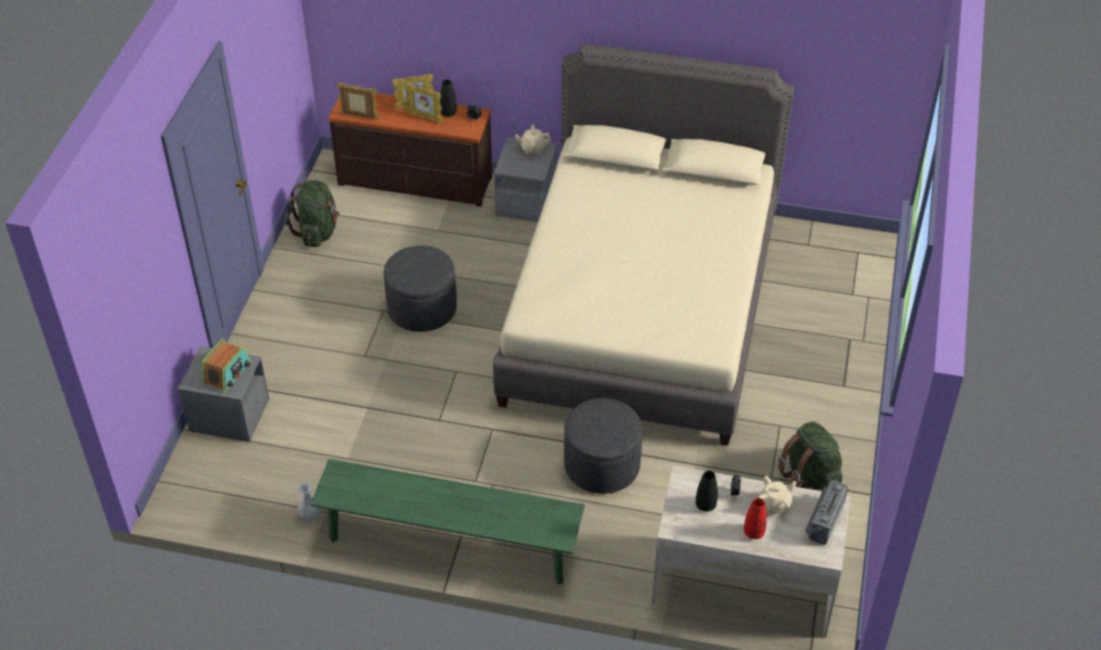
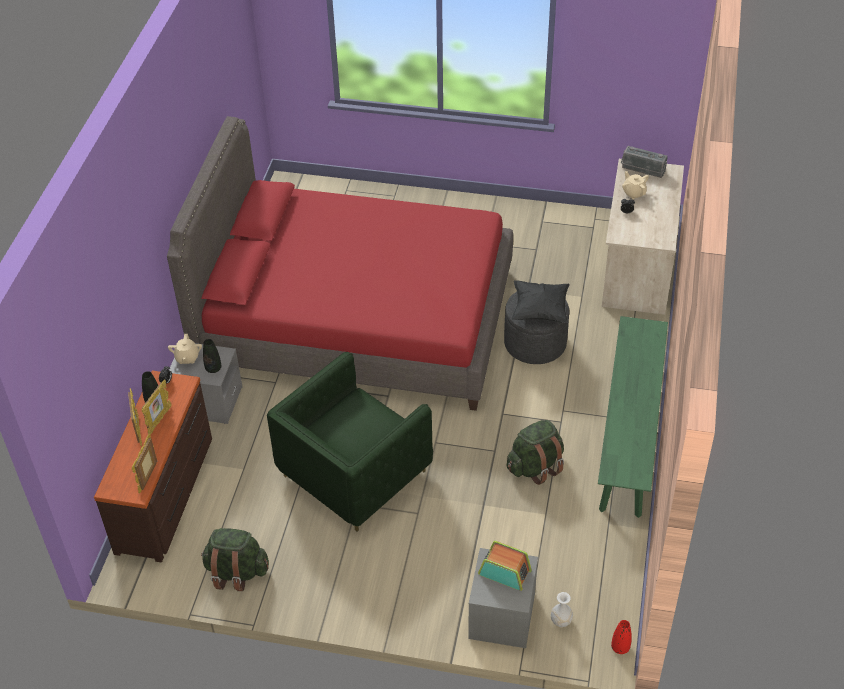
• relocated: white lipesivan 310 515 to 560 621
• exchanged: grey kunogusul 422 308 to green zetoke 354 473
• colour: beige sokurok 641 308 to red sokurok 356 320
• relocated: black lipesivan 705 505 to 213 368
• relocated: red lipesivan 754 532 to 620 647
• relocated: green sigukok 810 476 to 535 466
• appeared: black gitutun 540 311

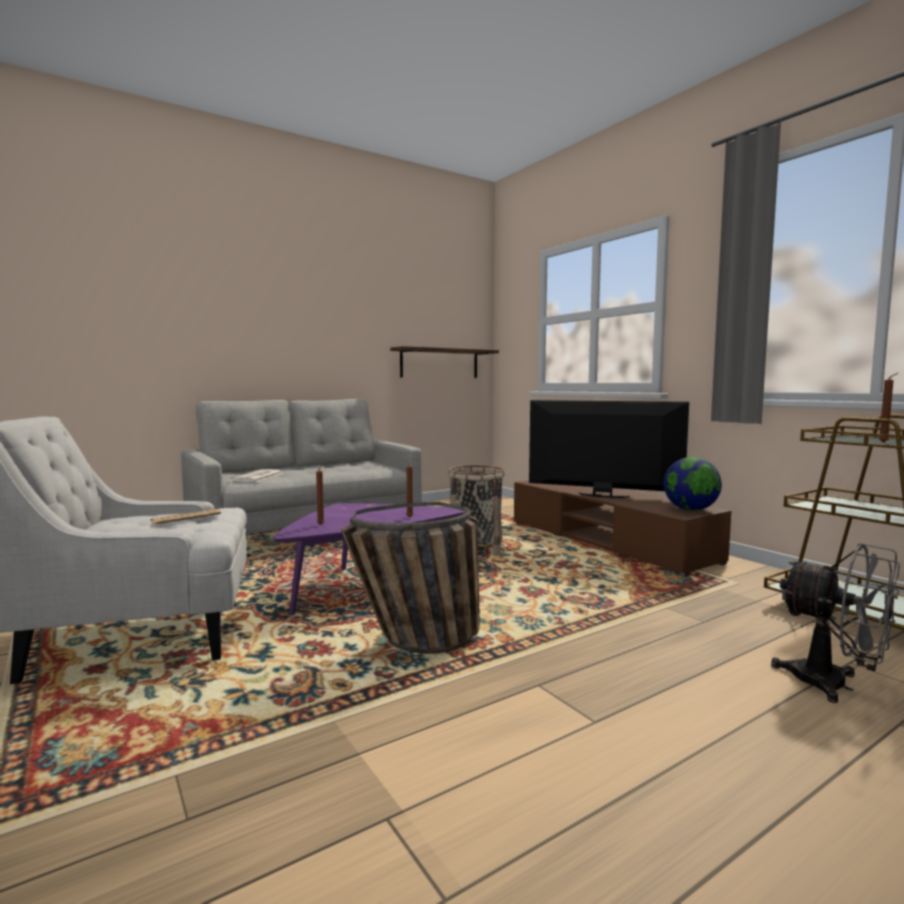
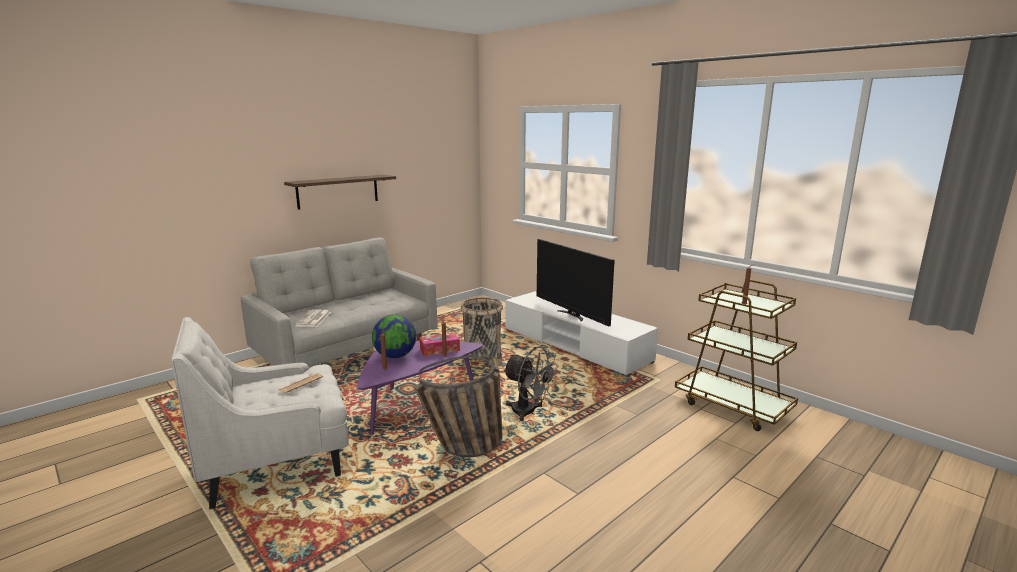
• relocated: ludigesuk 439 363 to 338 191
• colour: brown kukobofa 607 541 to white kukobofa 575 345
• spun: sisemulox 602 496 = 572 315 135 degrees counterclockwise
• relocated: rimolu 690 510 to 395 356
• relocated: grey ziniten 834 685 to 528 412
• appeared: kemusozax 439 349

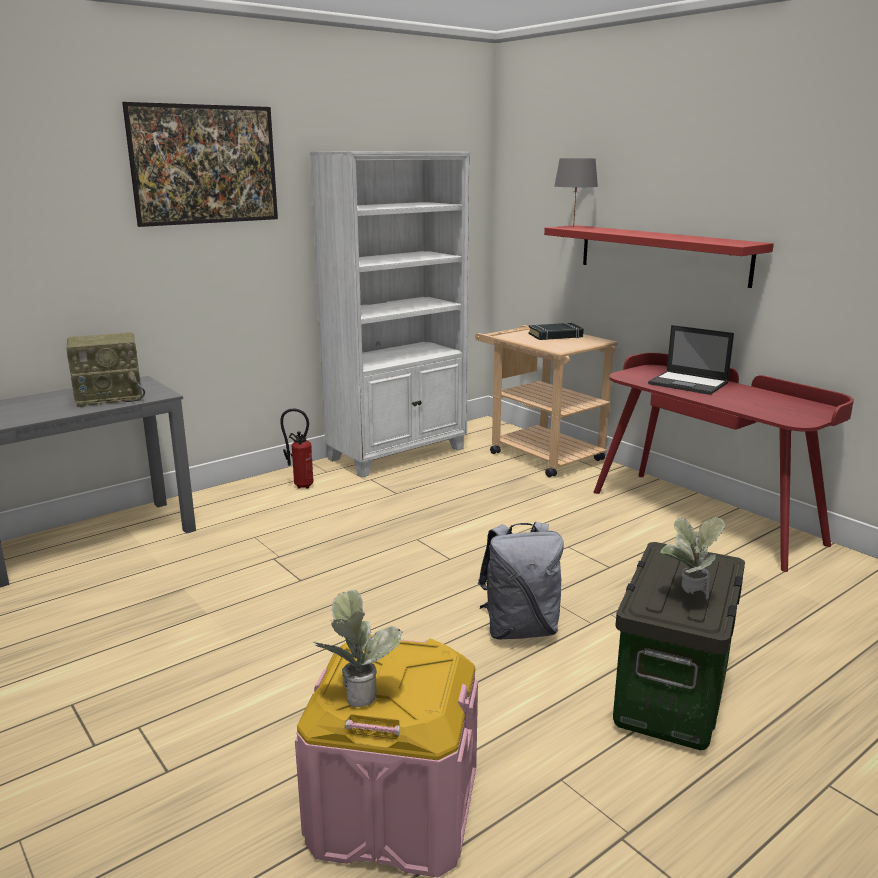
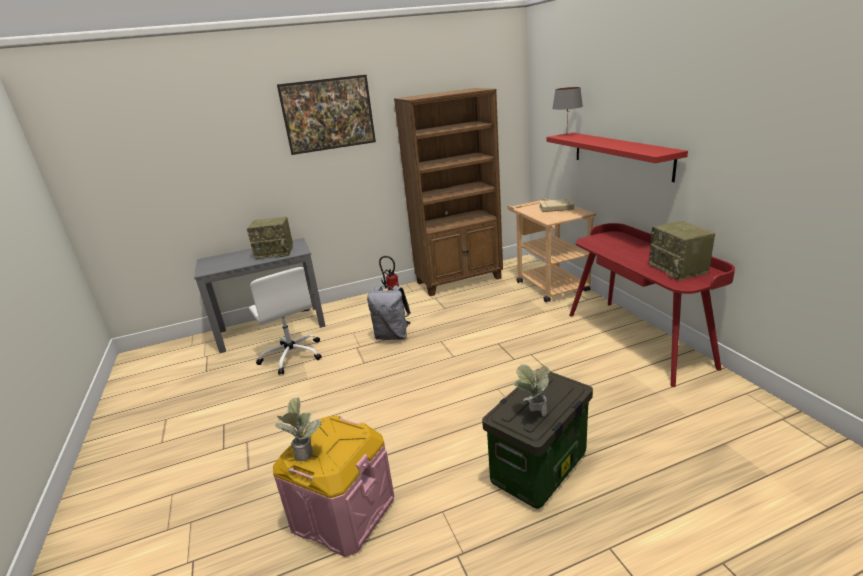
• colour: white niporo 398 454 to brown niporo 460 280
• relocated: grey sigukok 520 629 to 392 336
• colour: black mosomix 555 336 to beige mosomix 556 208
• missing: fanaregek 689 383
• appeared: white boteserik 292 355
• appeared: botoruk 679 269

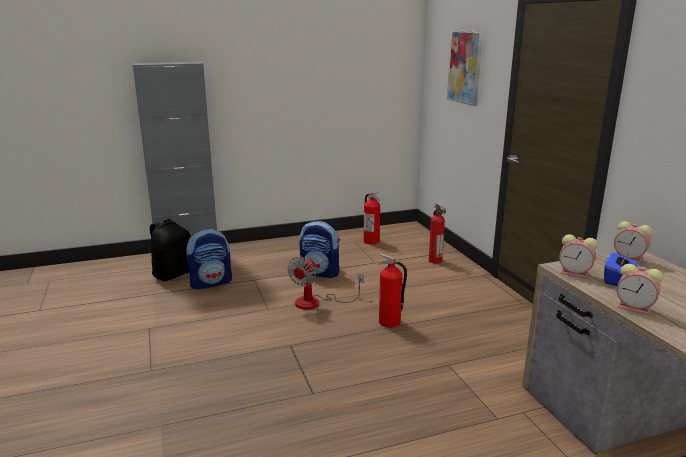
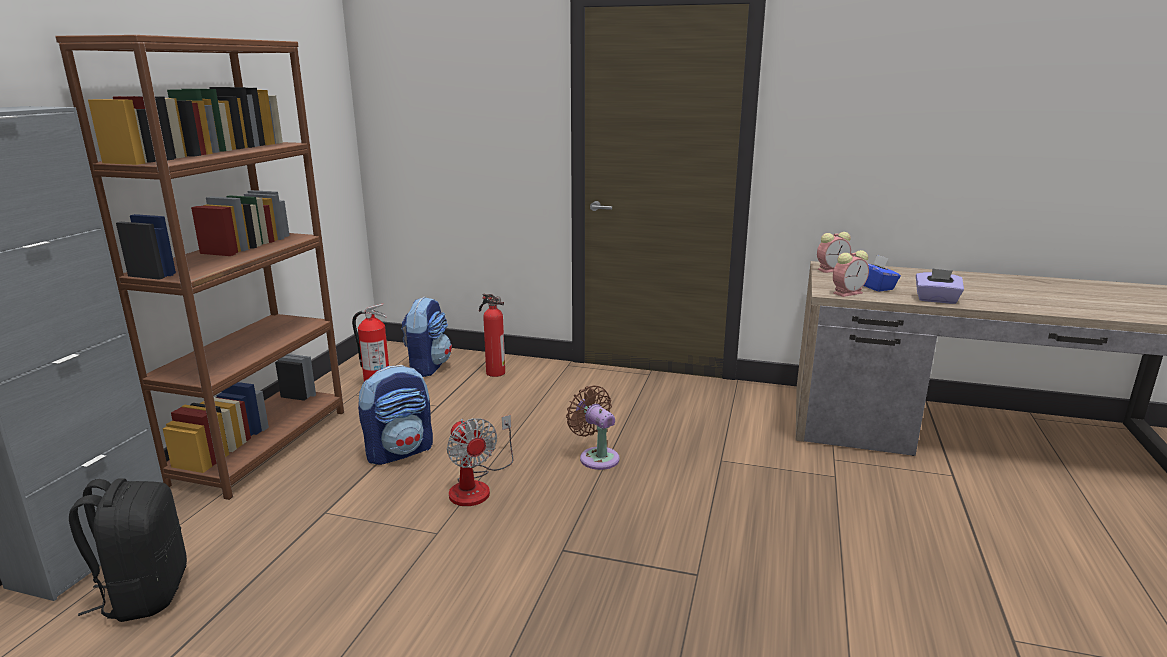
• relocated: sigukok 211 283 to 427 367
• exchanged: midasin 390 322 to brown ziniten 596 457
• missing: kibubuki 465 67
• exchanged: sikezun 635 308 to purple kemusozax 936 300
• appeared: brown niporo 262 445

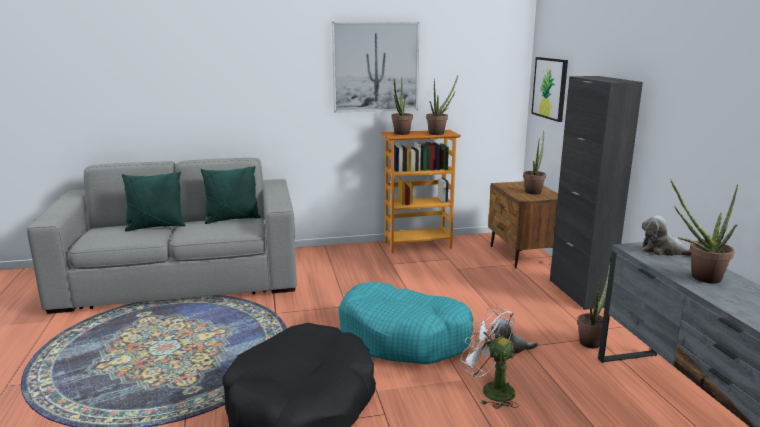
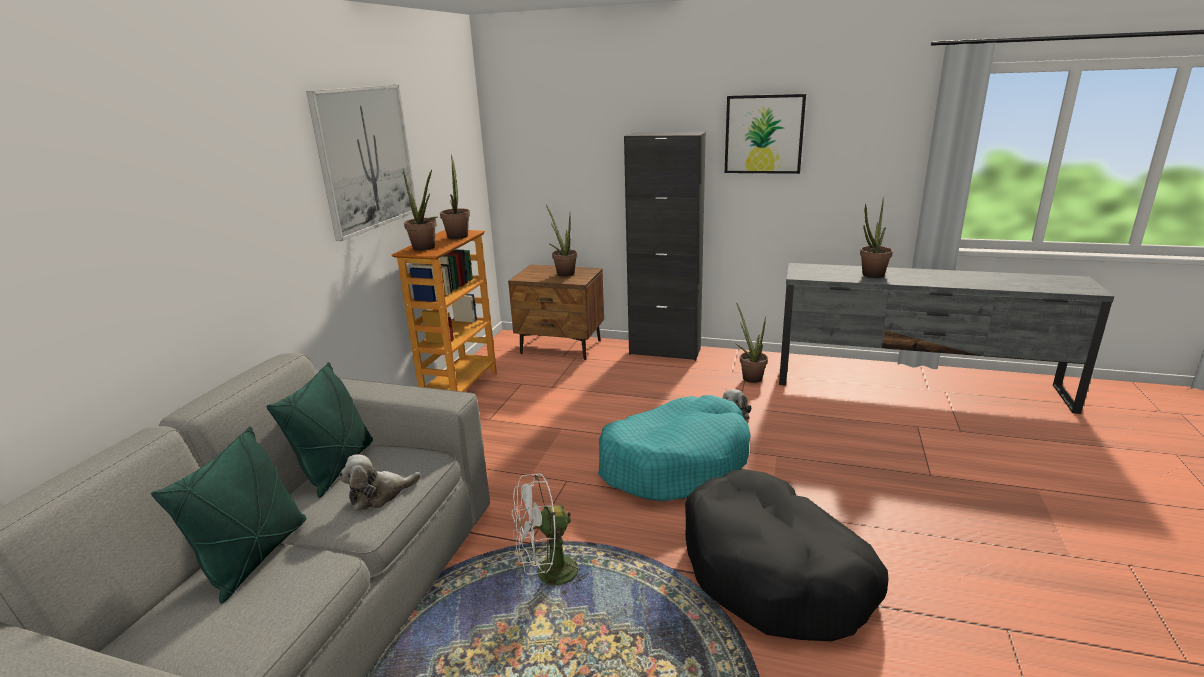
• relocated: white ziniten 490 390 to 548 575
• relocated: kibubuki 550 88 to 764 134
• relocated: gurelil 663 251 to 379 495

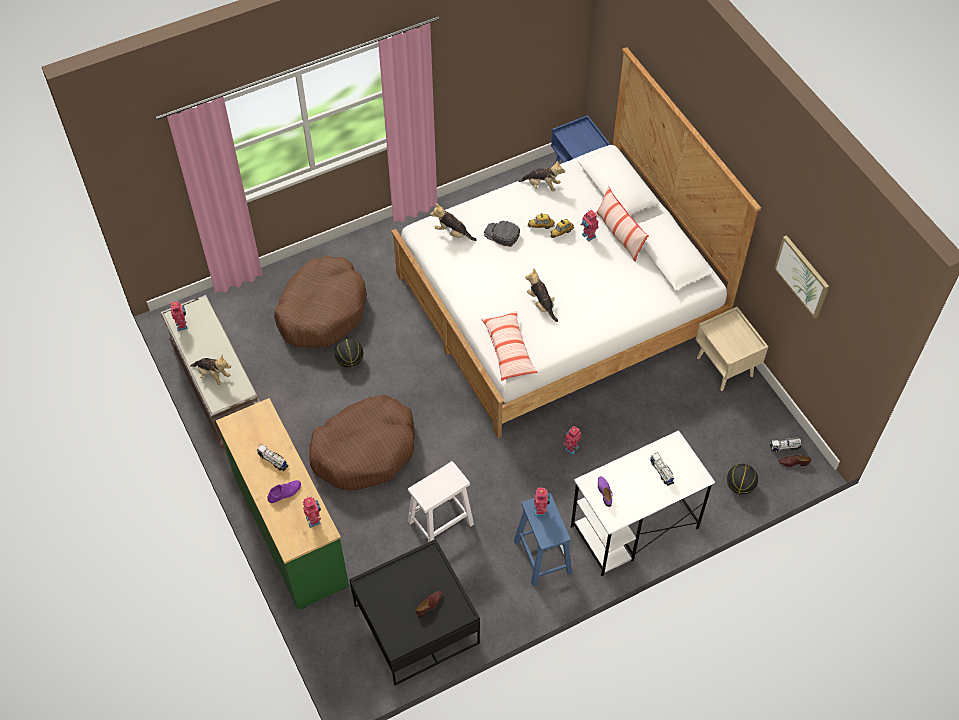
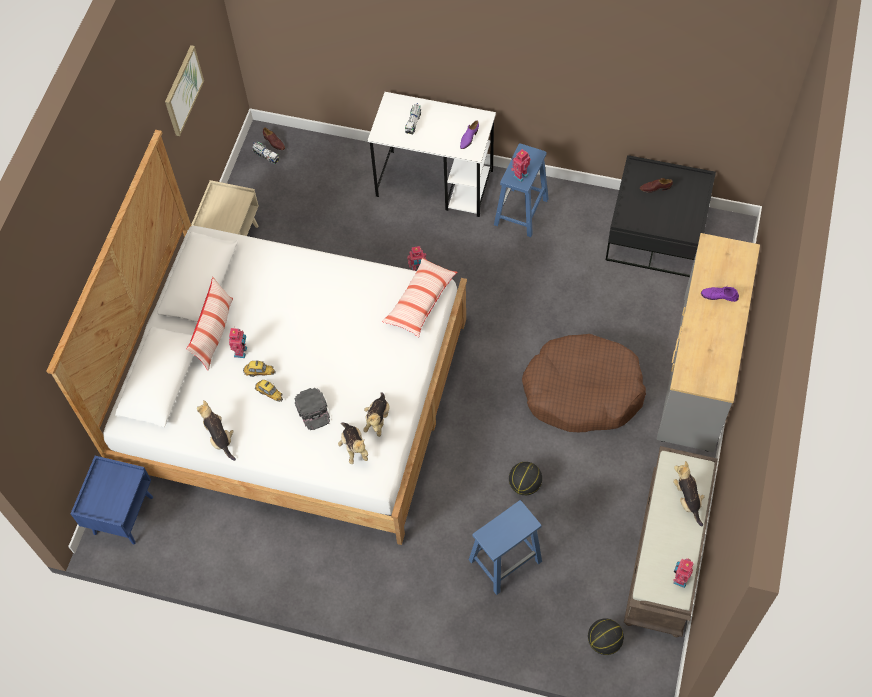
• colour: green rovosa 289 530 to grey rovosa 699 371
• missing: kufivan 273 460
• exchanged: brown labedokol 322 310 to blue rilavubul 506 560
• missing: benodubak 314 520
• missing: white rilavubul 440 523
• relocated: gurelil 541 304 to 377 419
• relocated: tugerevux 739 486 to 604 641

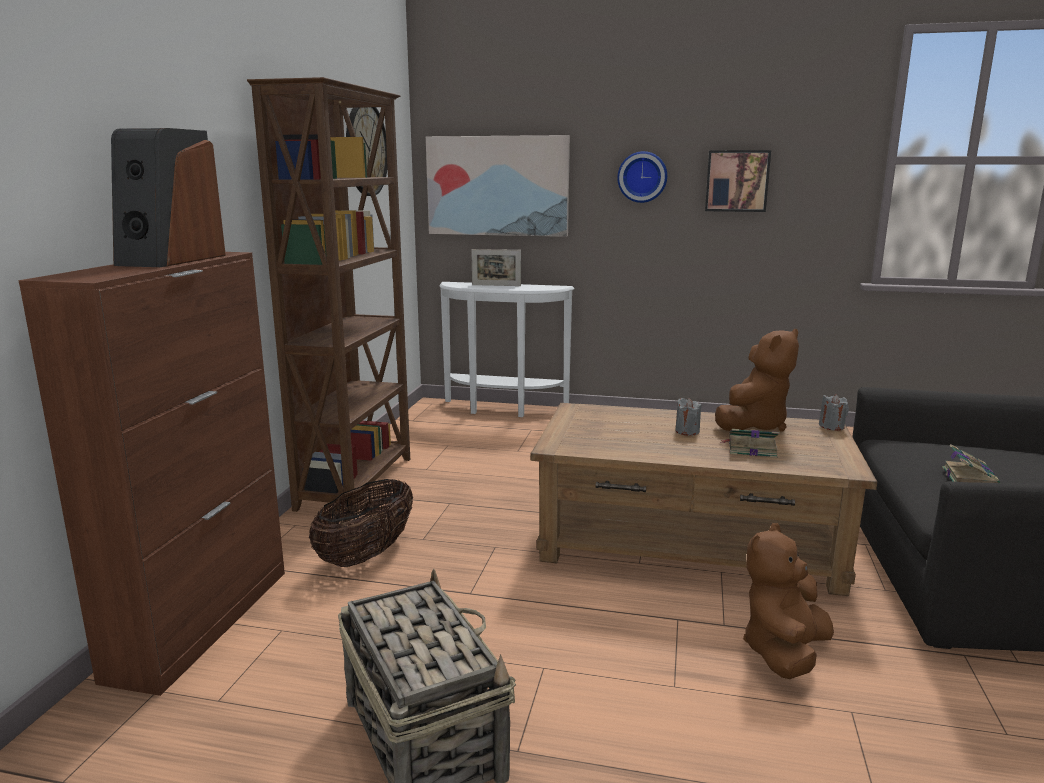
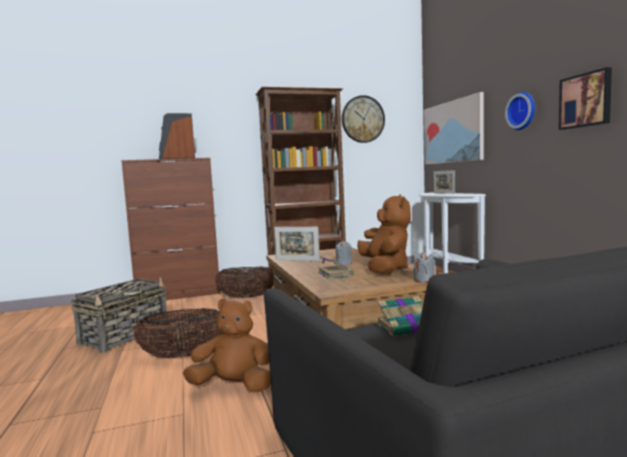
• spun: brown gurelil 753 425 = 385 269 105 degrees counterclockwise
• appeared: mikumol 184 356
• appeared: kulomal 297 260

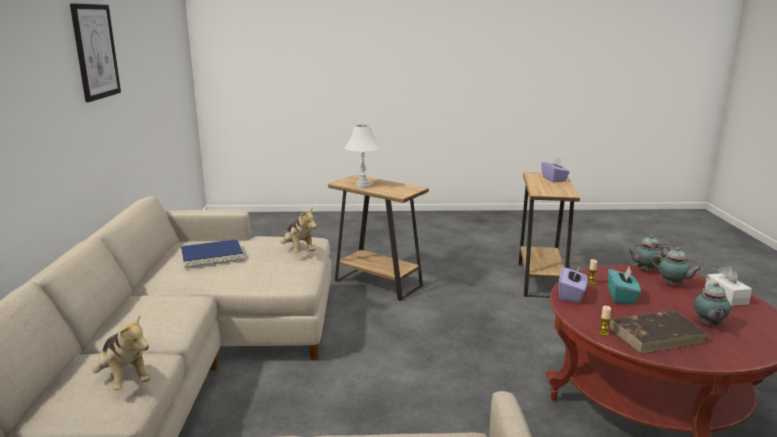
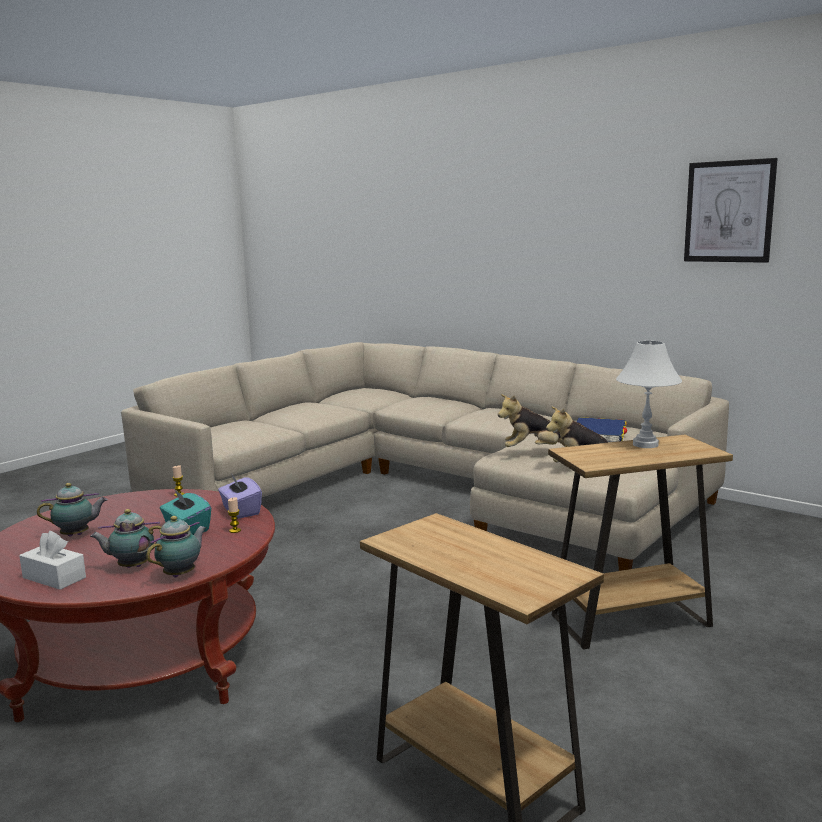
• relocated: gurelil 124 379 to 533 451
• missing: purple kemusozax 554 179
• missing: brown mosomix 656 334
• spun: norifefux 708 325 = 77 535 105 degrees clockwise

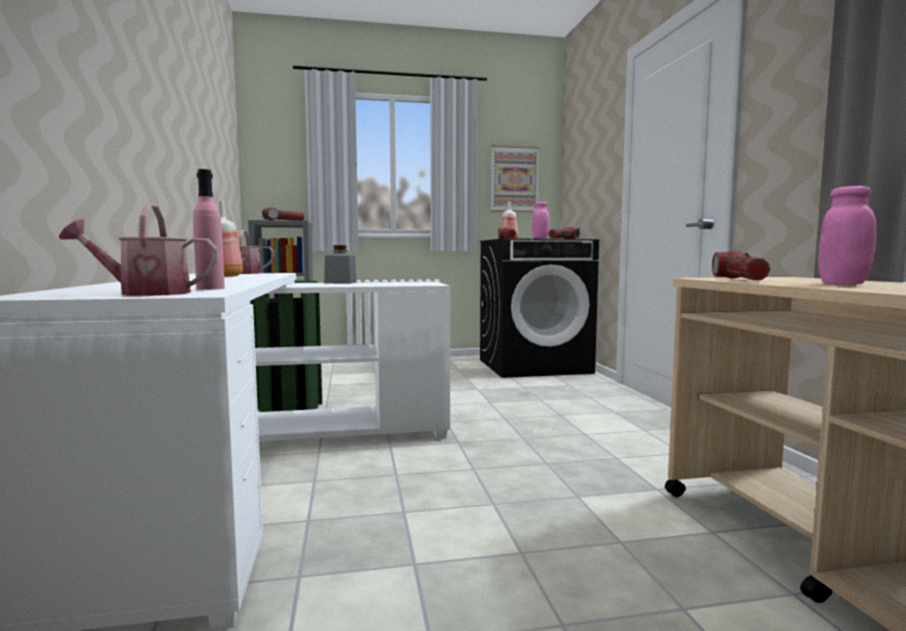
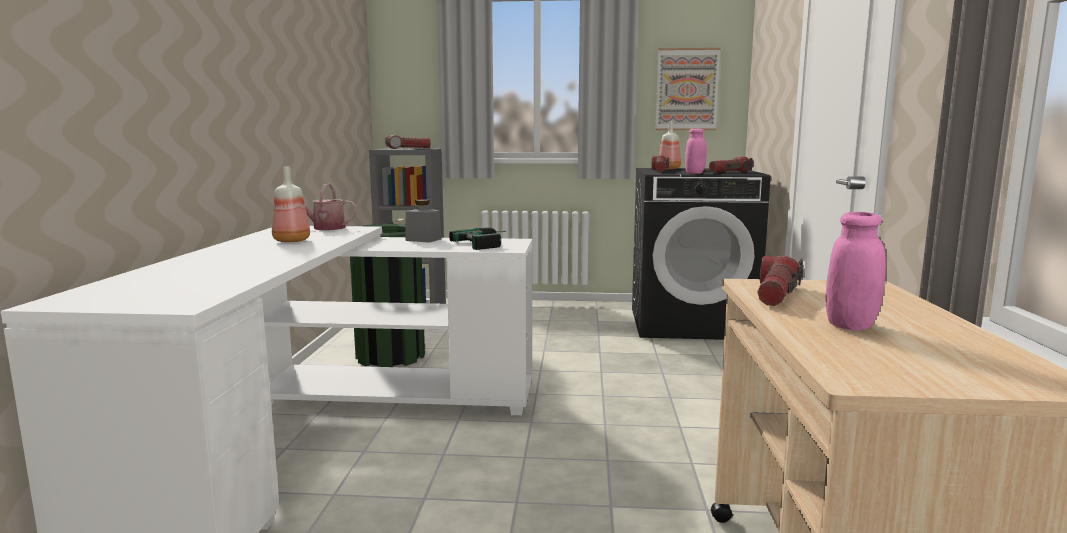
• missing: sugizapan 145 293
• missing: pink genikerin 210 288
• appeared: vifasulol 489 242

